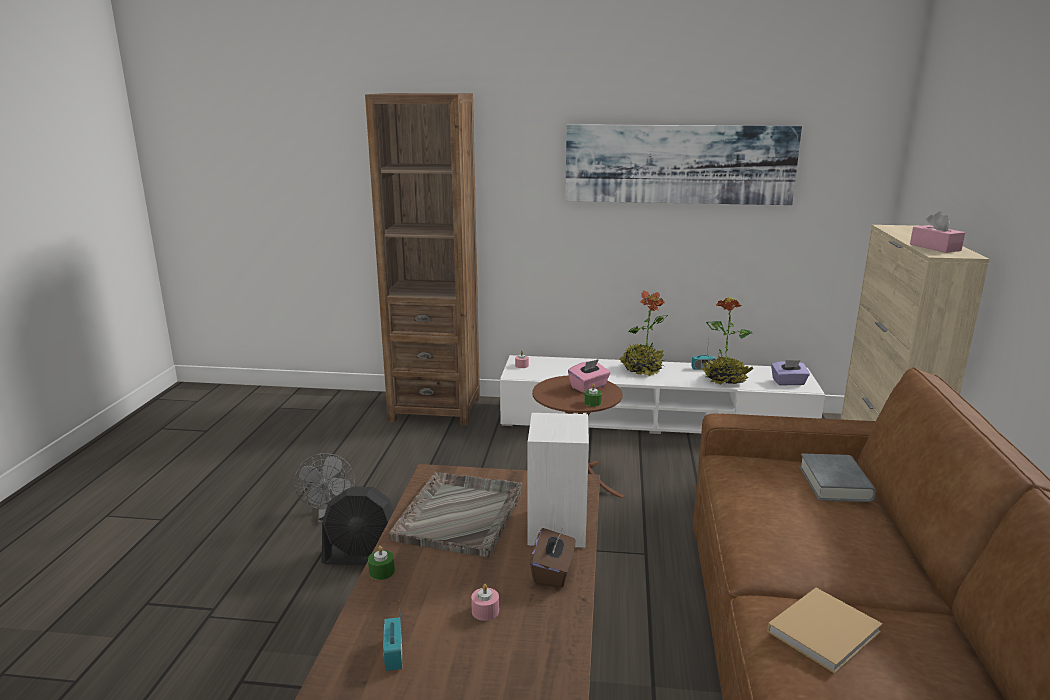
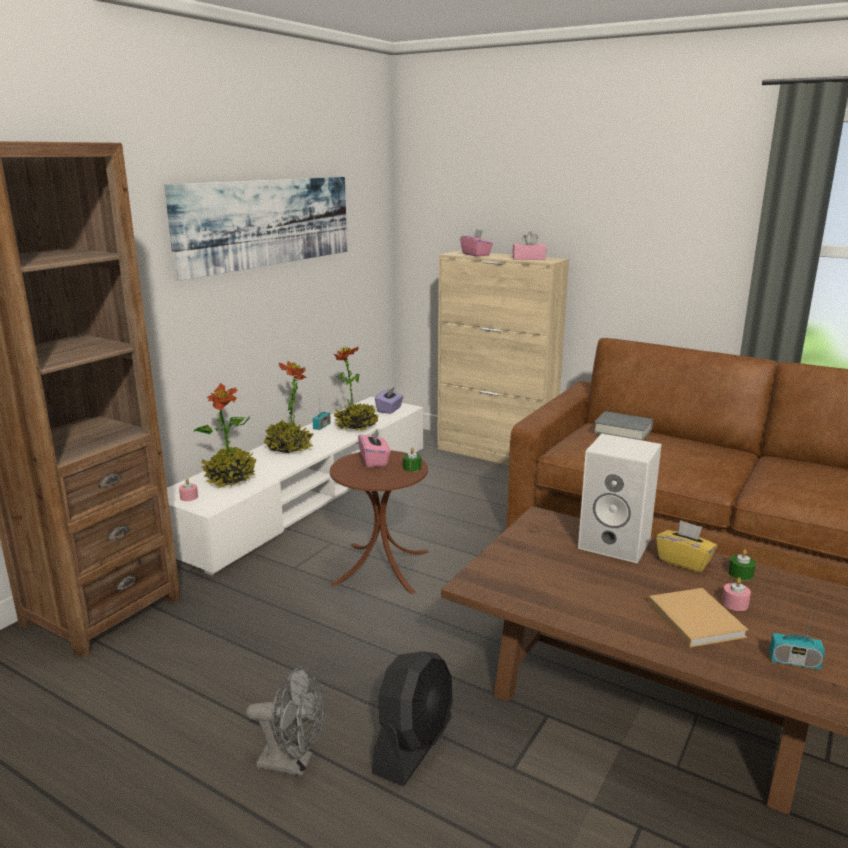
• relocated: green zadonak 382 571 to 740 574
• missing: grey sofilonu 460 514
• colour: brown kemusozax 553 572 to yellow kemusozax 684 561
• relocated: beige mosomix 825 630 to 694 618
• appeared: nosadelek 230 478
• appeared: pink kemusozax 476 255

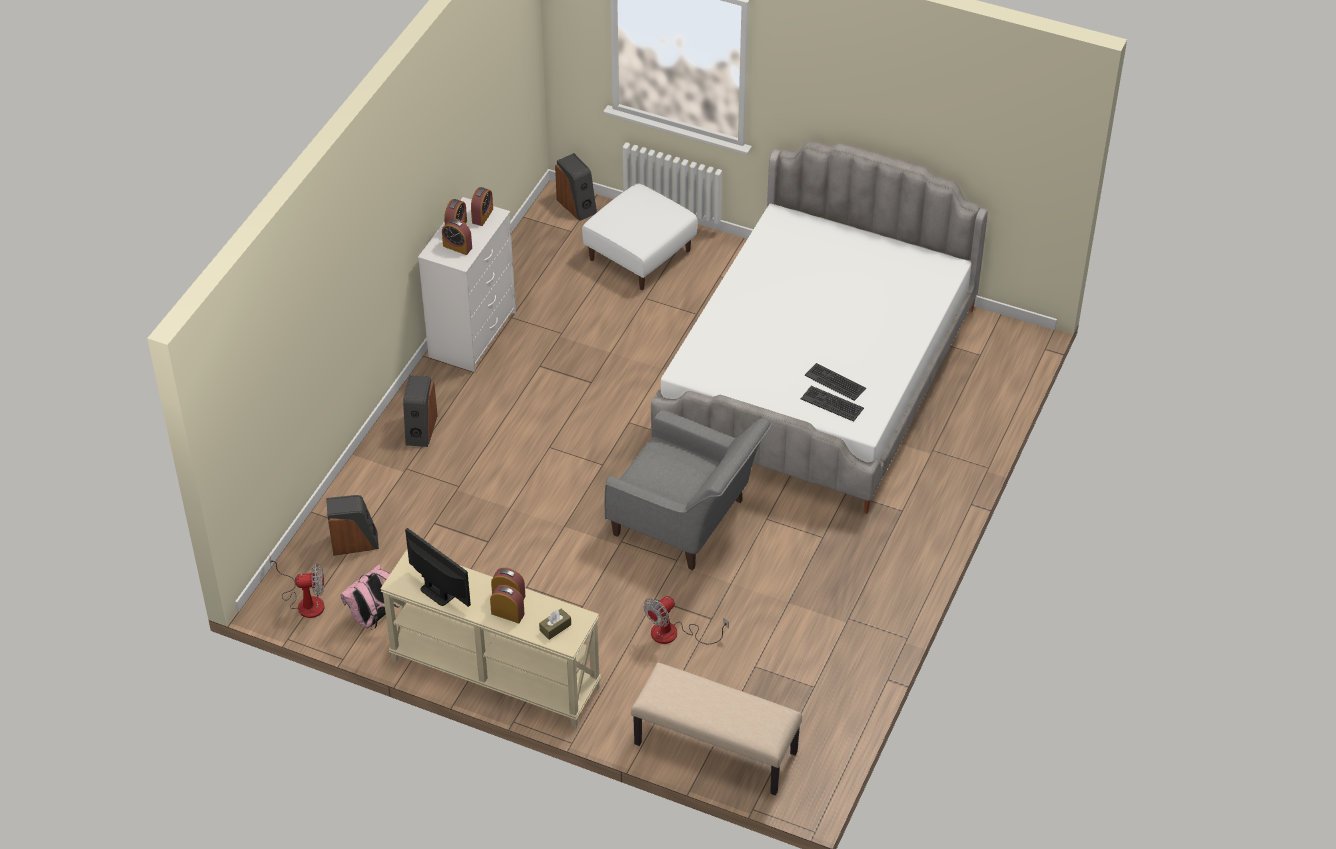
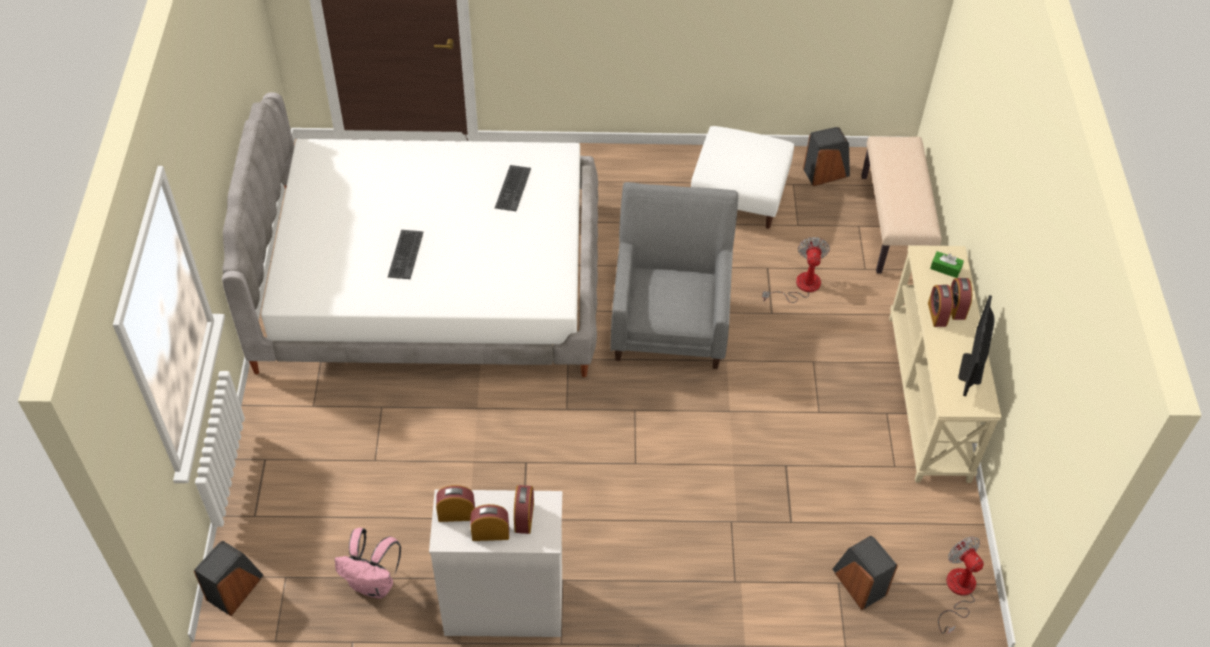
• relocated: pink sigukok 373 618 to 374 584
• relocated: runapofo 420 429 to 826 173
• colour: brown kemusozax 555 628 to green kemusozax 945 268
• relocated: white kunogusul 640 255 to 739 195
• spun: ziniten 674 634 = 800 286 105 degrees counterclockwise
• relocated: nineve 832 403 to 405 254

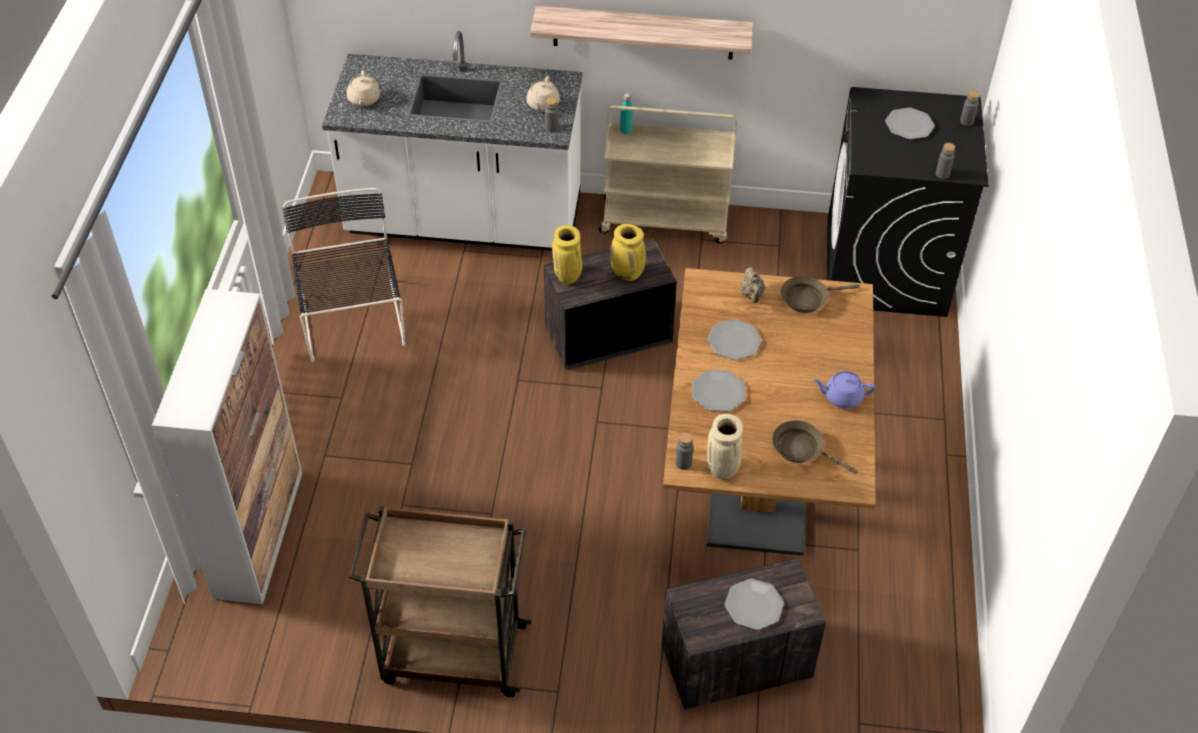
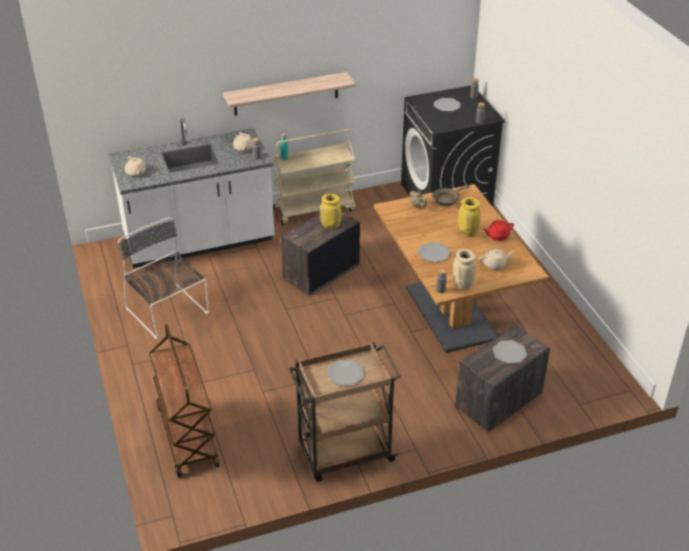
• exchanged: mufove 259 533 to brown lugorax 186 435
• relocated: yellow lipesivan 568 277 to 468 233
• relocated: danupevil 734 341 to 345 374
• exchanged: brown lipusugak 801 449 to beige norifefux 495 264
• colour: purple norifefux 842 397 to red norifefux 497 236

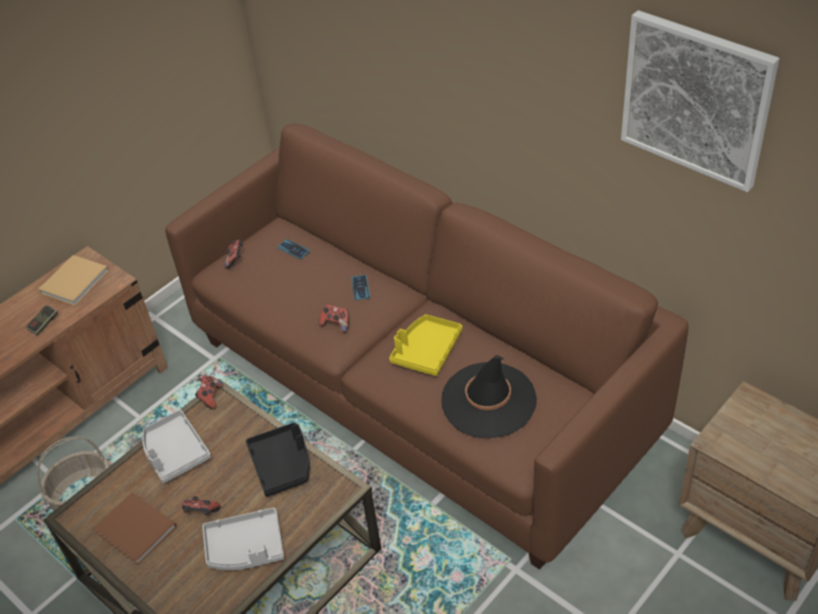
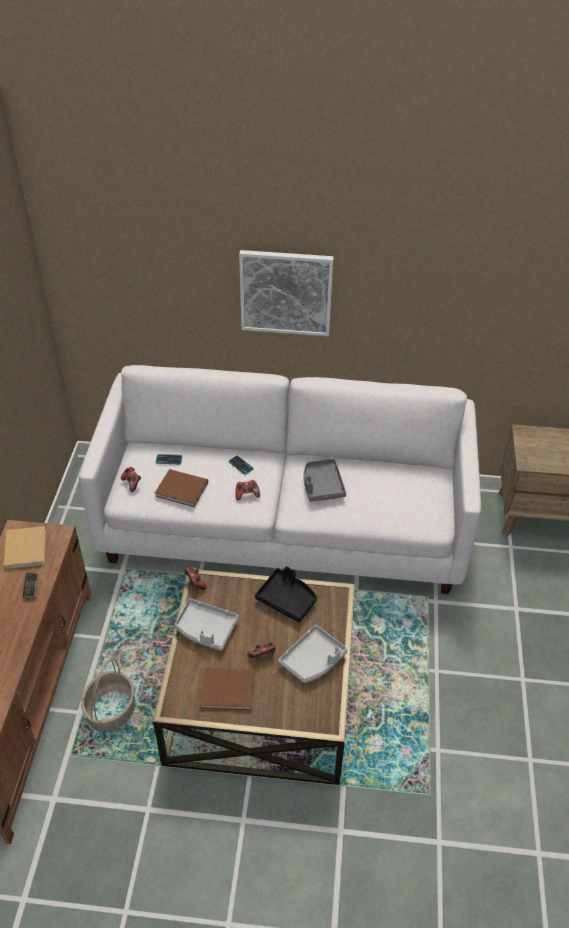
• colour: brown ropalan 418 388 to white ropalan 284 524
• colour: yellow sofilonu 426 351 to grey sofilonu 322 485
• missing: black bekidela 488 400
• relocated: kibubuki 696 99 to 286 292
• appeared: brown mosomix 183 490

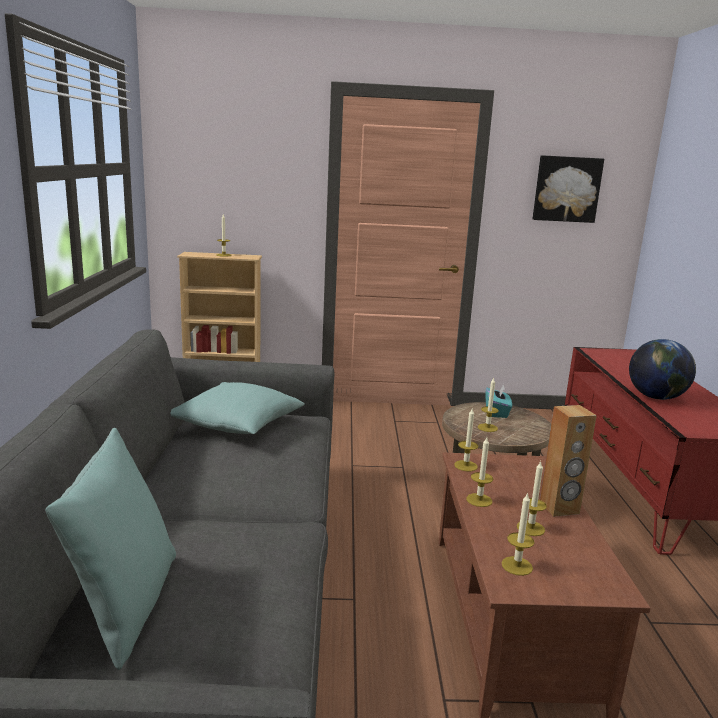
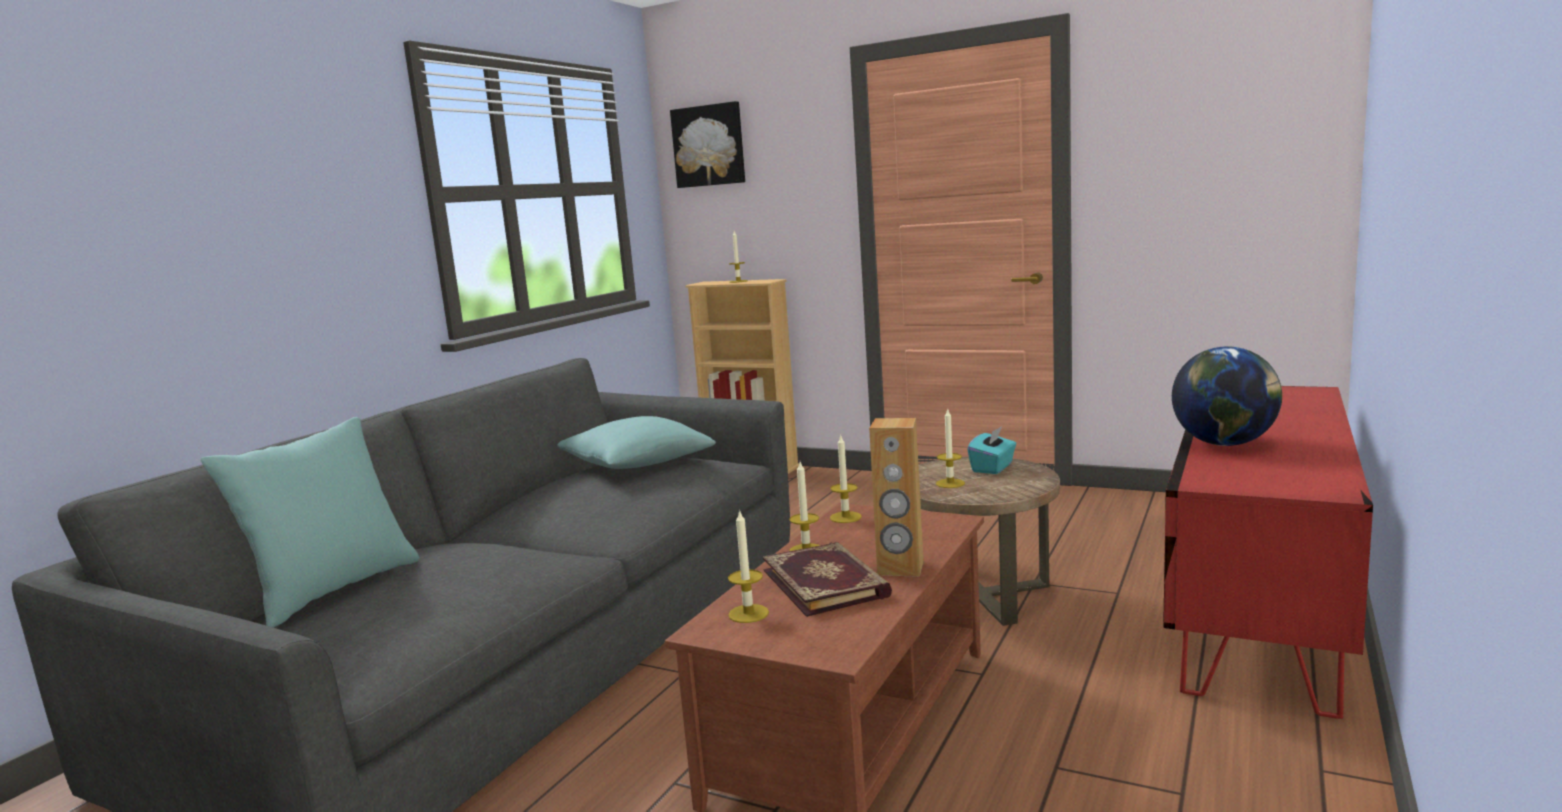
• exchanged: zadonak 530 528 to mosomix 826 582
• relocated: kibubuki 566 189 to 709 145

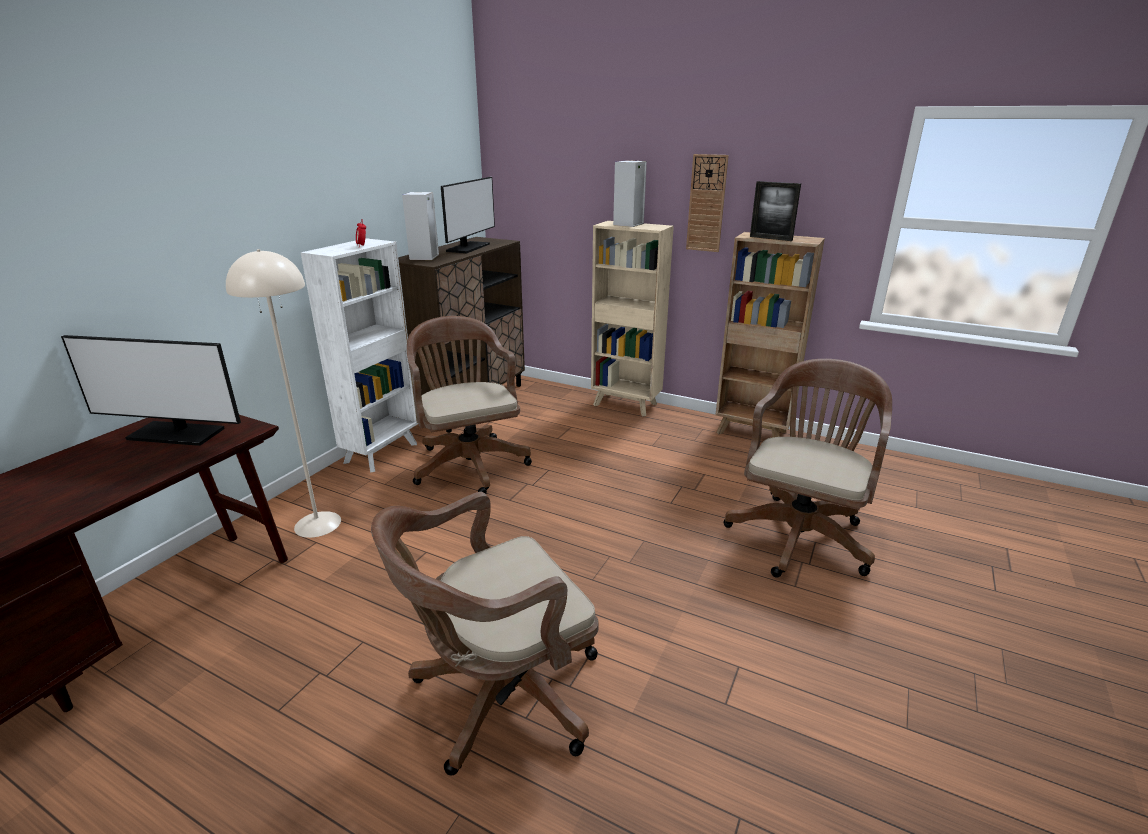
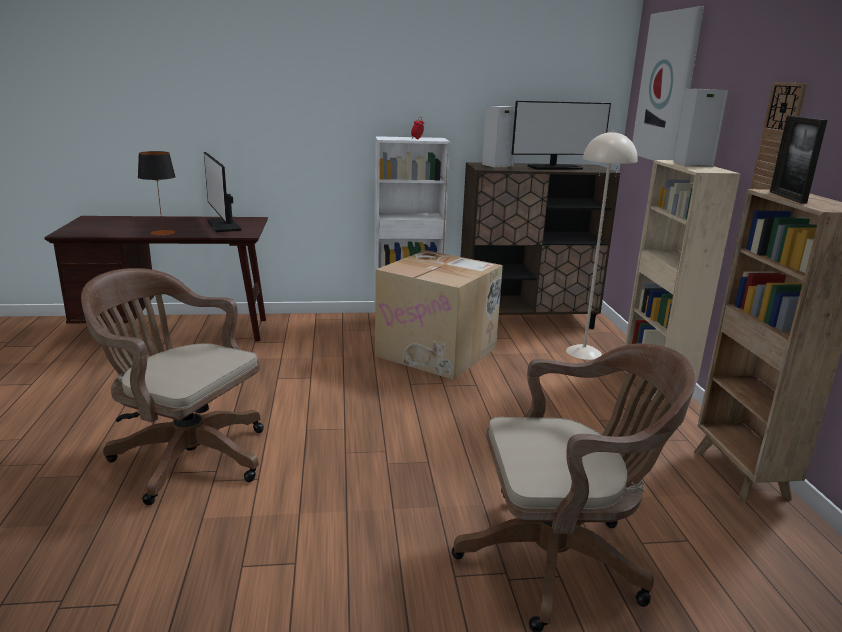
• relocated: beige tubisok 317 523 to 584 352
• exchanged: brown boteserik 468 462 to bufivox 438 352
• appeared: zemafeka 162 233
• appeared: kibubuki 667 88

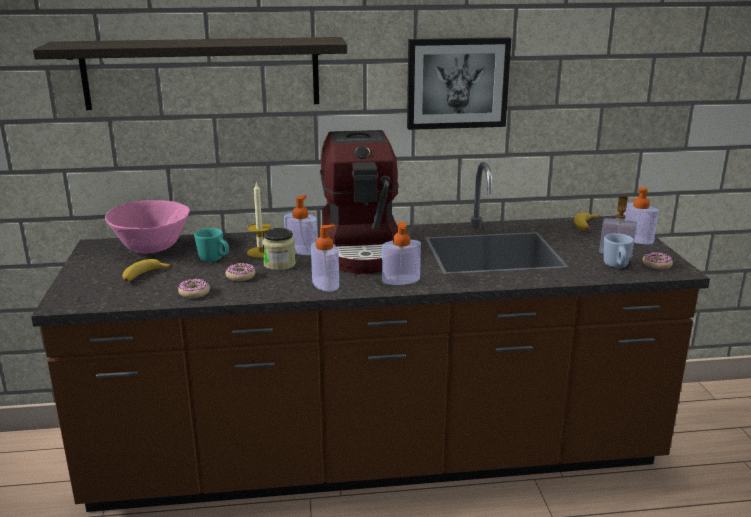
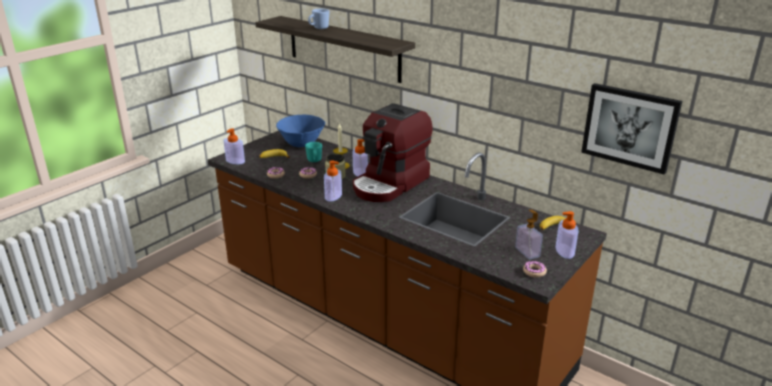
• colour: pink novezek 152 249 to blue novezek 302 144
• relocated: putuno 401 280 to 235 161
• relocated: kibubuki 457 83 to 630 127
• relocated: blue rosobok 616 266 to 318 28

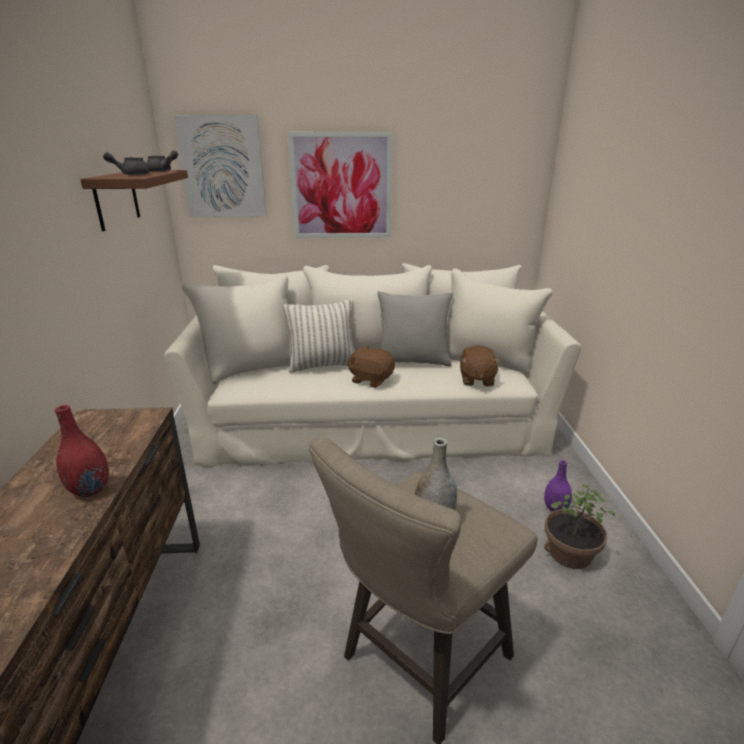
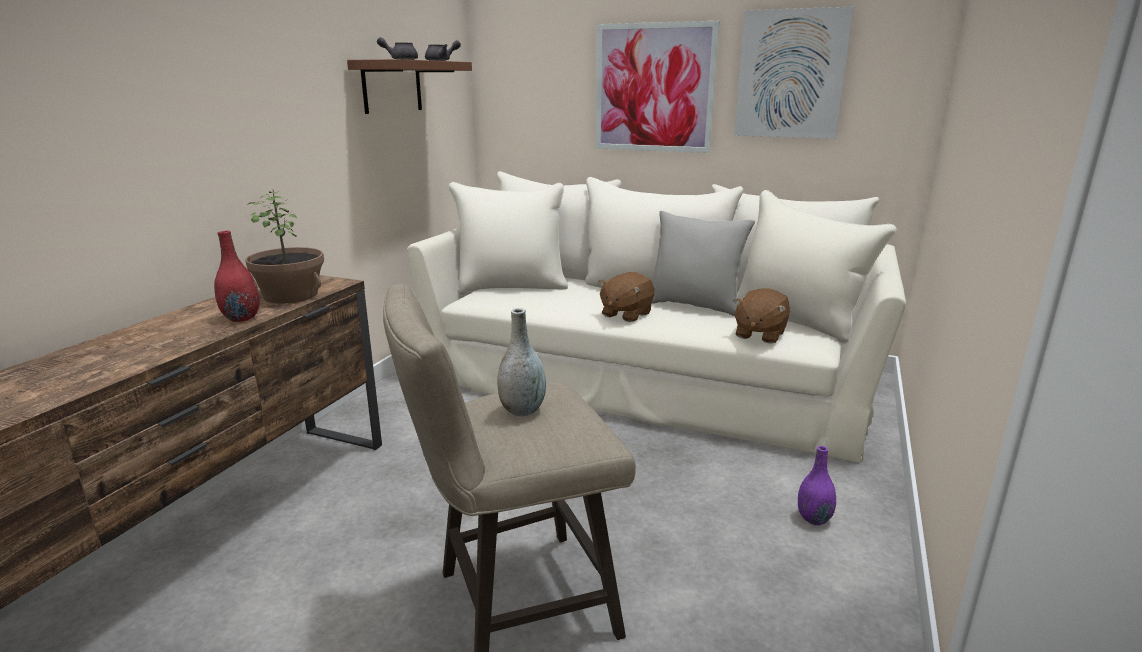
• relocated: kibubuki 223 167 to 791 74
• missing: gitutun 323 365
• spun: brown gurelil 371 379 = 625 314 105 degrees counterclockwise
• relocated: nosadelek 569 553 to 291 295

